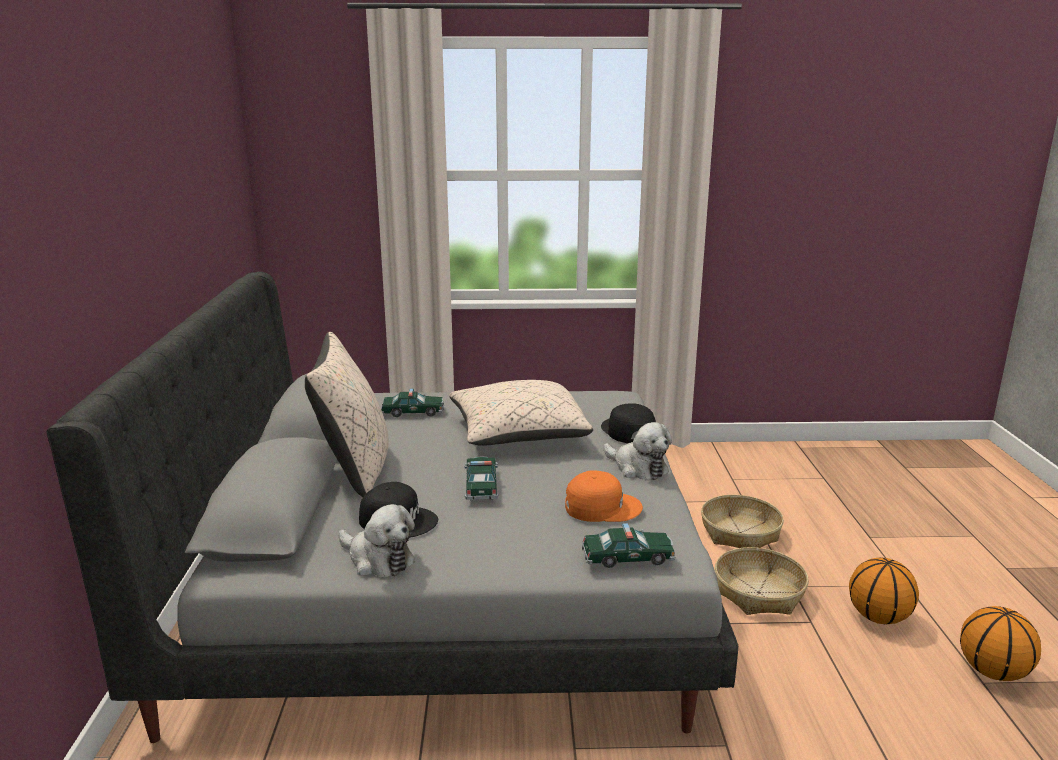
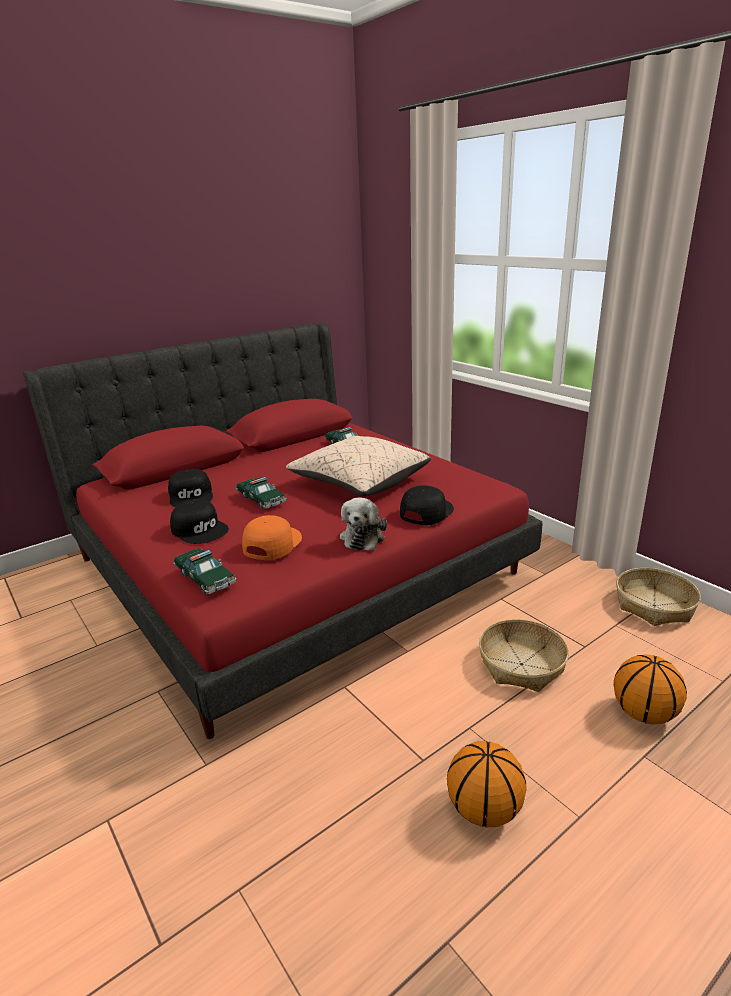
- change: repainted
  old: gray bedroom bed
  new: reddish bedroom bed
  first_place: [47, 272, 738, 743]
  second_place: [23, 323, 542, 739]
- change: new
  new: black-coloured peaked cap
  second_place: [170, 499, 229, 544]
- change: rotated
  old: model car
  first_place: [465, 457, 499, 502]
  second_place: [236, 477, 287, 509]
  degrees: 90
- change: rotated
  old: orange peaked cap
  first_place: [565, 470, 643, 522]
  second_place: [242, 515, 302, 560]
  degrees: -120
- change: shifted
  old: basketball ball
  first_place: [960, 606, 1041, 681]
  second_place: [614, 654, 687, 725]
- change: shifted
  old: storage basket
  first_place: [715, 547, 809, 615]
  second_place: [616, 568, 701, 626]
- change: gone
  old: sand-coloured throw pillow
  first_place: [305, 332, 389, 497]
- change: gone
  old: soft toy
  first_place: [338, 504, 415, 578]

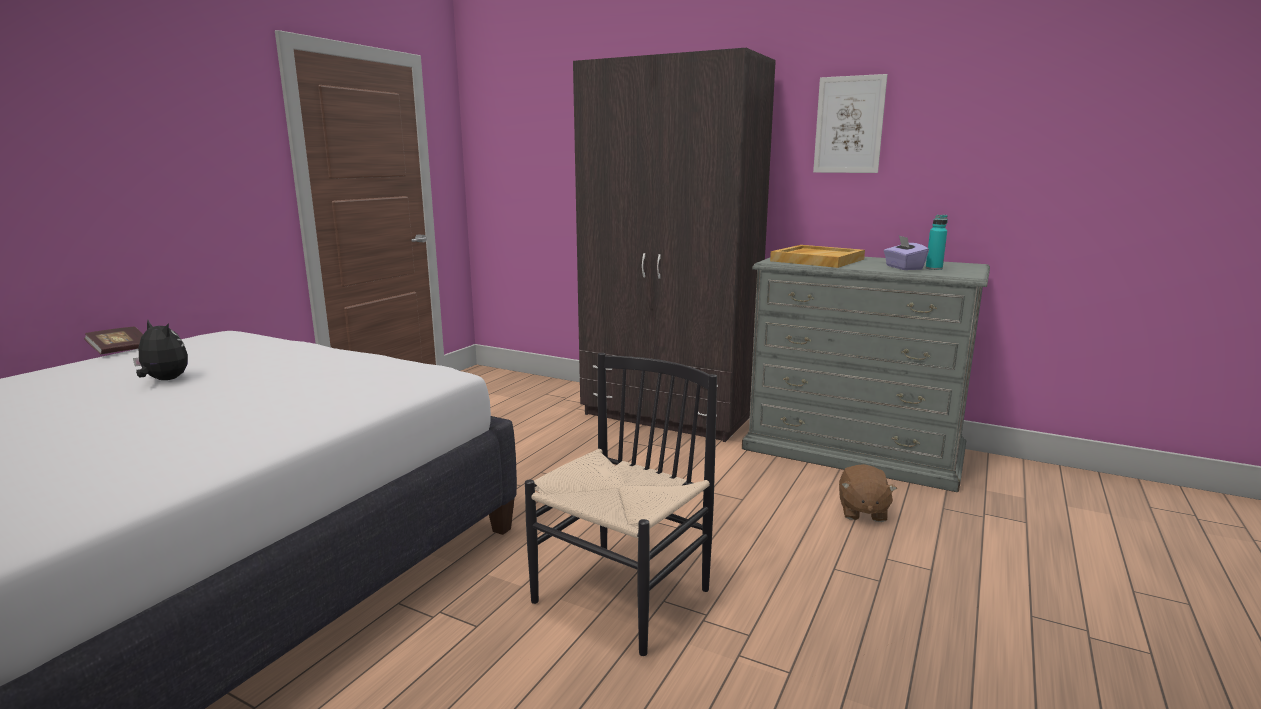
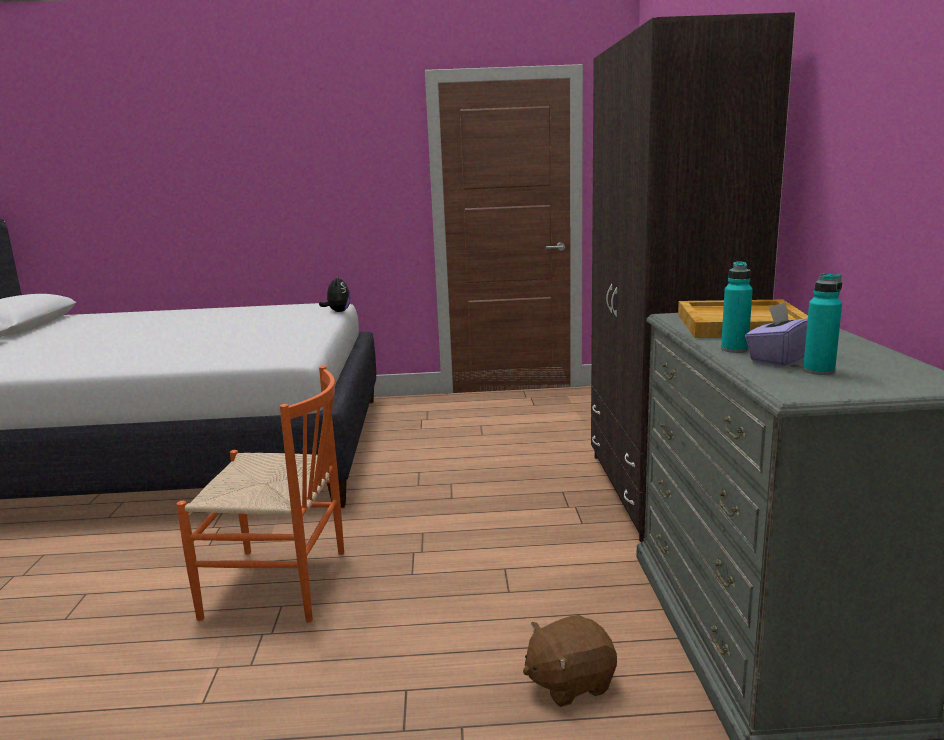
- change: repainted
  old: black-coloured chair
  new: orange chair
  first_place: [525, 353, 717, 656]
  second_place: [177, 366, 344, 623]
- change: shifted
  old: soft toy
  first_place: [133, 320, 188, 380]
  second_place: [319, 275, 351, 312]
- change: new
  new: blue-green drink bottle
  second_place: [721, 261, 753, 353]
- change: gone
  old: book
  first_place: [84, 326, 143, 354]
- change: gone
  old: wall art
  first_place: [813, 74, 888, 173]

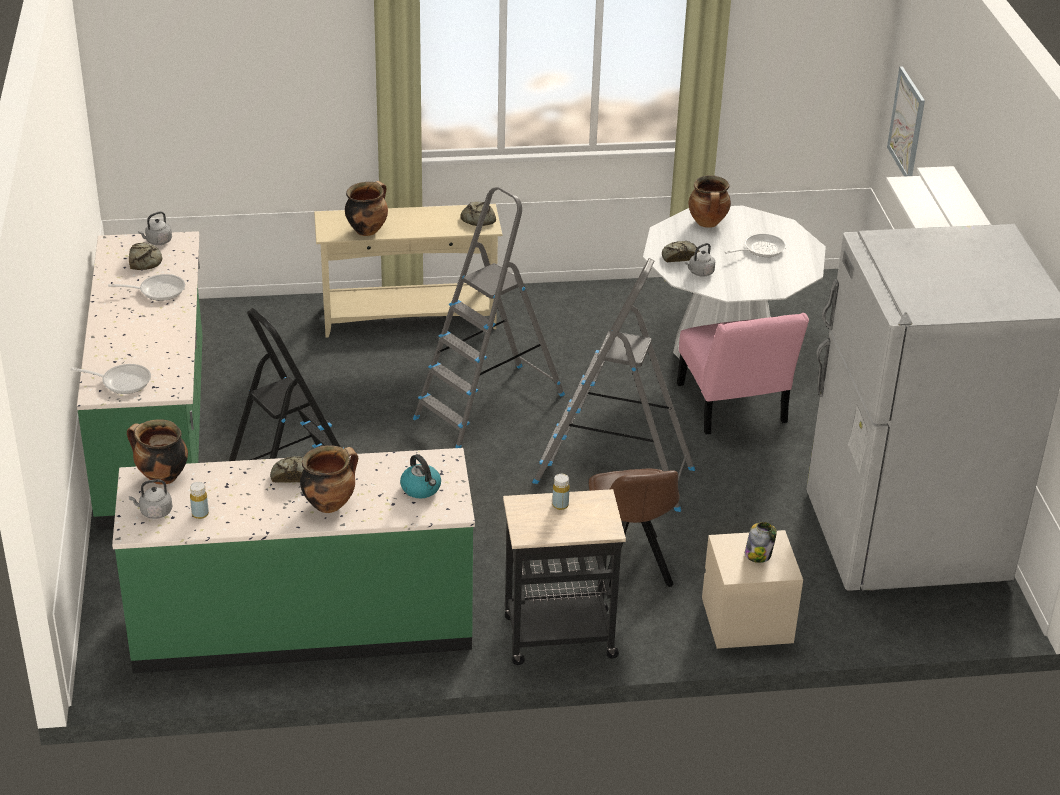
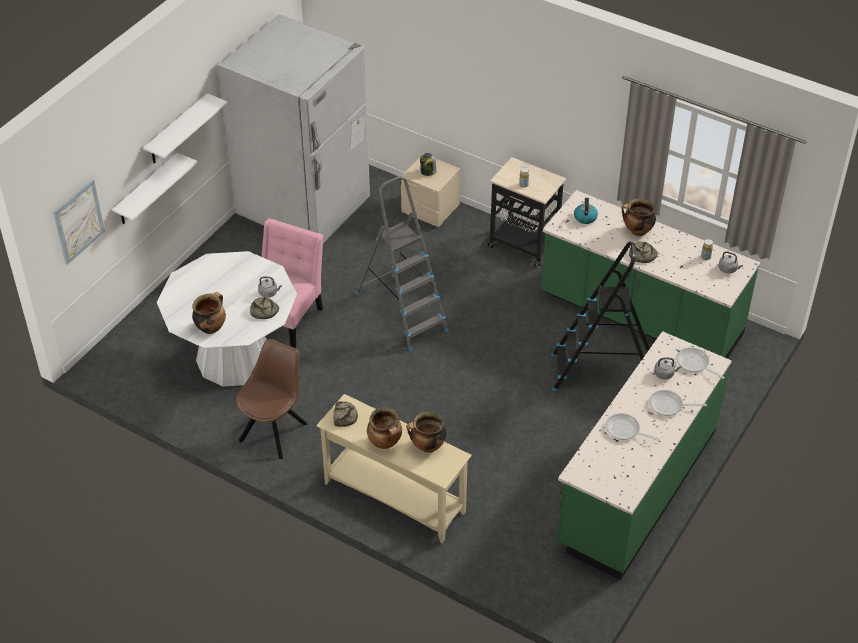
- change: shifted
  old: brown-coloured chair
  first_place: [589, 468, 680, 595]
  second_place: [236, 339, 307, 459]
- change: shifted
  old: cooking pot
  first_place: [127, 419, 188, 485]
  second_place: [367, 407, 402, 449]
- change: shifted
  old: frying pan
  first_place: [725, 233, 786, 257]
  second_place: [649, 390, 707, 416]
- change: shifted
  old: gray water kettle
  first_place: [138, 211, 172, 245]
  second_place: [654, 358, 682, 380]
- change: gone
  old: bread
  first_place: [129, 243, 162, 270]
- change: gone
  old: gray step ladder
  first_place: [413, 187, 565, 448]

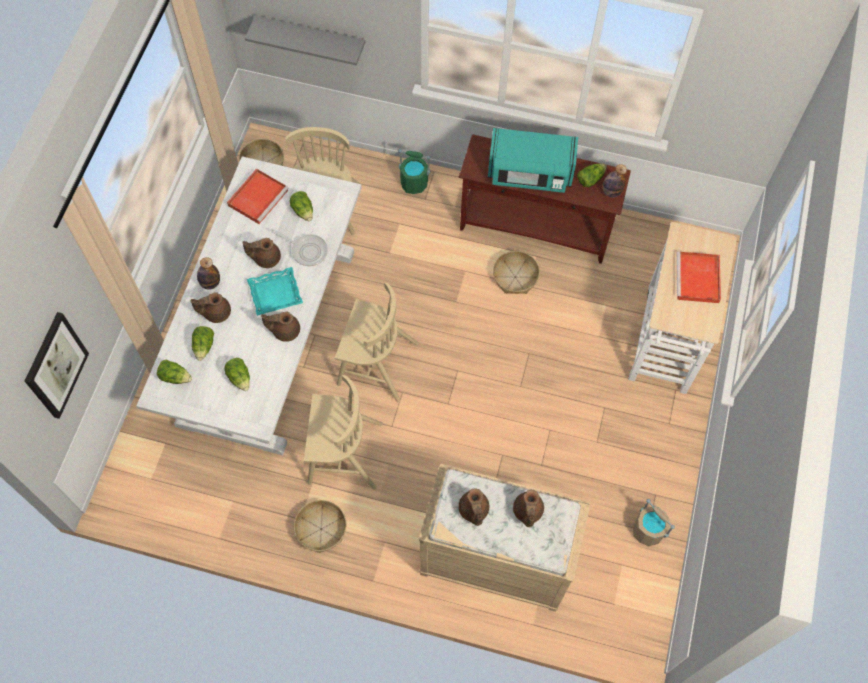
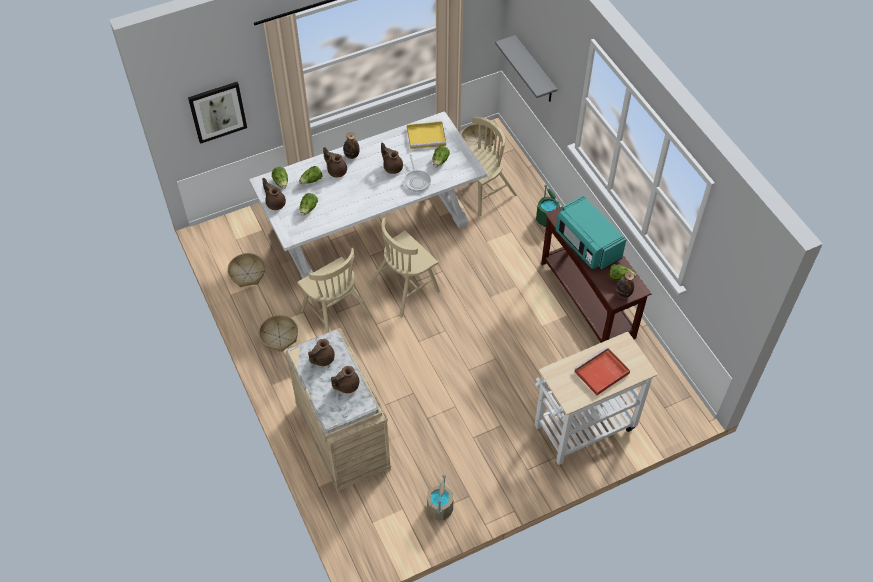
- change: shifted
  old: storage basket
  first_place: [493, 251, 540, 294]
  second_place: [227, 253, 265, 287]
- change: shifted
  old: brown-coloured tea pot
  first_place: [261, 311, 300, 342]
  second_place: [262, 178, 286, 210]
- change: rotated
  old: sand-coloured chair
  first_place: [335, 283, 419, 402]
  second_place: [368, 217, 440, 318]
  degrees: 75
- change: repainted
  old: reddish serving tray
  new: yellowish serving tray
  first_place: [227, 169, 289, 224]
  second_place: [407, 121, 446, 149]
- change: gone
  old: blue-green serving tray
  first_place: [247, 267, 303, 316]

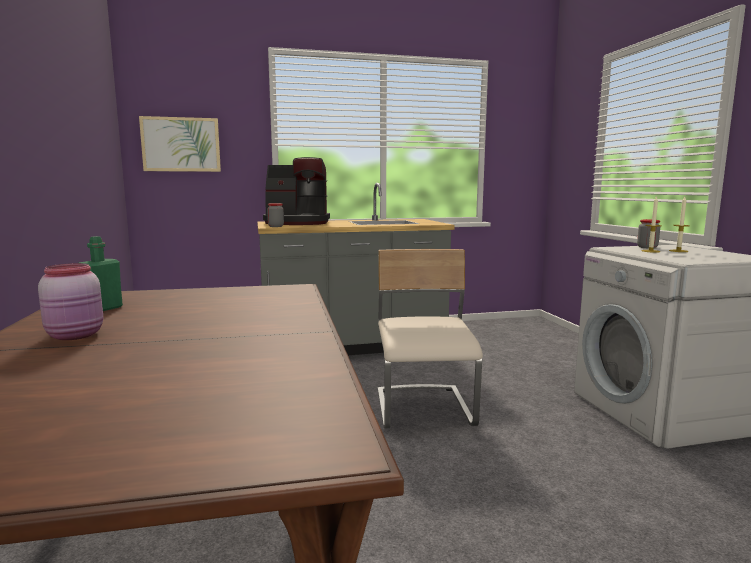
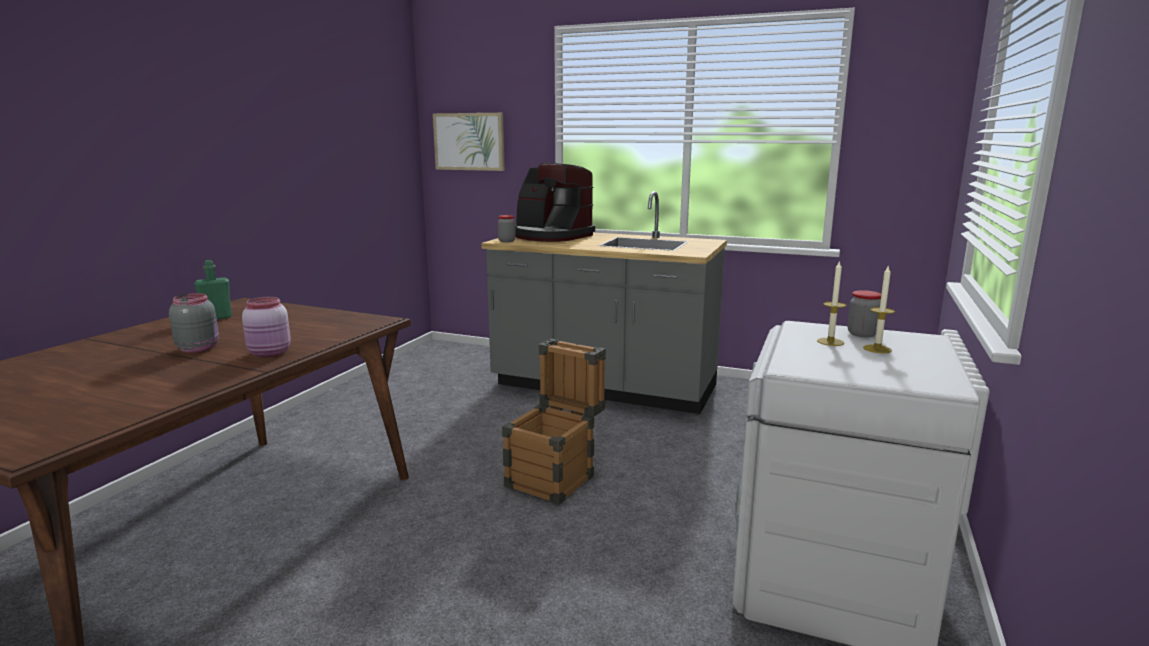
- change: new
  new: gray jar
  second_place: [169, 293, 219, 353]
- change: shifted
  old: pink-coloured jar
  first_place: [38, 263, 103, 340]
  second_place: [242, 297, 291, 357]
- change: swapped
  old: sand-coloured chair
  new: packing crate
  first_place: [378, 249, 483, 429]
  second_place: [502, 339, 606, 505]

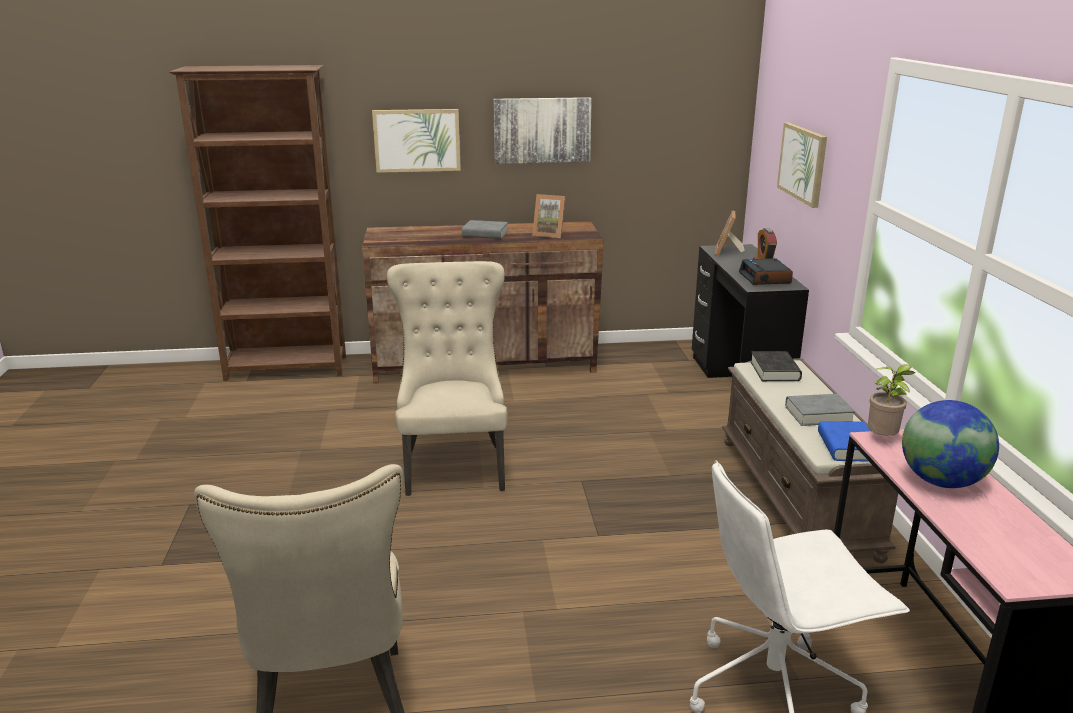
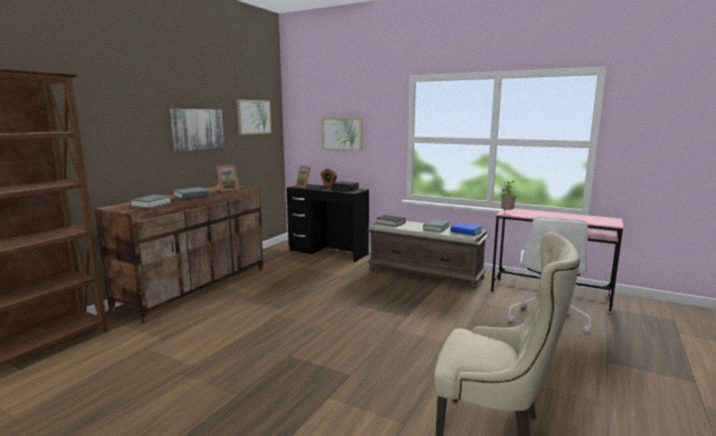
- change: new
  new: gray book
  second_place: [130, 195, 172, 209]
- change: shifted
  old: wall art
  first_place: [372, 109, 461, 173]
  second_place: [236, 100, 271, 135]
- change: gone
  old: sand-coloured chair
  first_place: [387, 261, 508, 496]
- change: gone
  old: desk globe
  first_place: [902, 400, 999, 488]

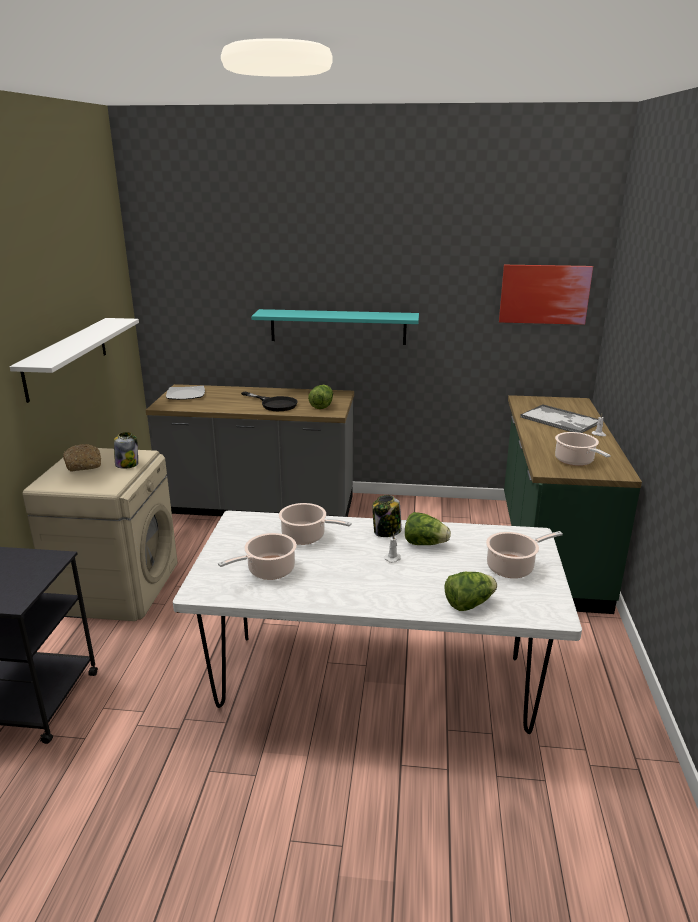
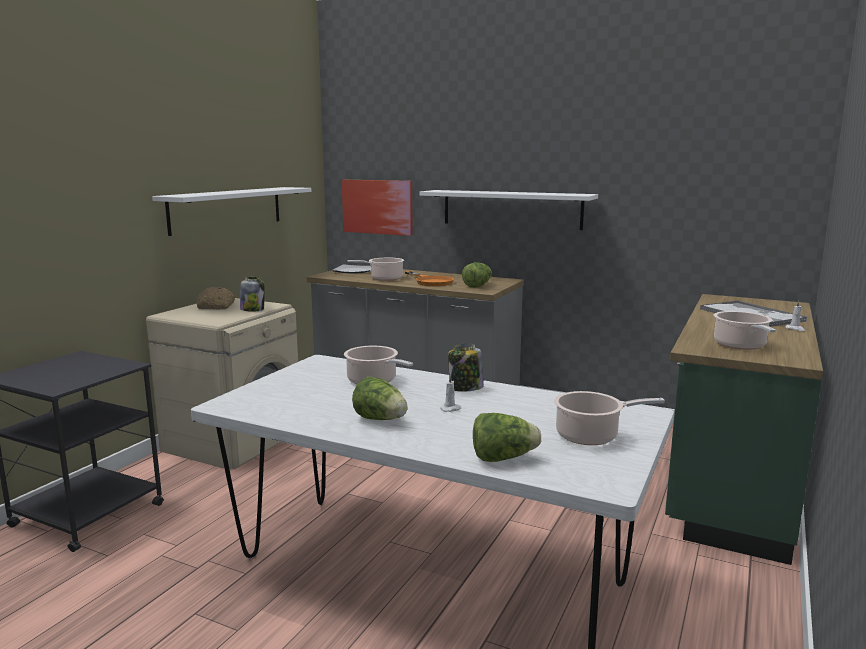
- change: shifted
  old: wall art
  first_place: [499, 265, 593, 325]
  second_place: [342, 180, 413, 236]
- change: shifted
  old: cooking pot
  first_place: [218, 533, 297, 580]
  second_place: [348, 258, 404, 281]
- change: shifted
  old: lettuce
  first_place: [405, 512, 451, 545]
  second_place: [352, 377, 408, 420]
- change: repainted
  old: black-coloured frying pan
  new: orange frying pan
  first_place: [241, 392, 298, 411]
  second_place: [405, 271, 454, 286]
- change: repainted
  old: blue-green wall shelf
  new: white wall shelf
  first_place: [251, 309, 419, 345]
  second_place: [420, 190, 598, 230]

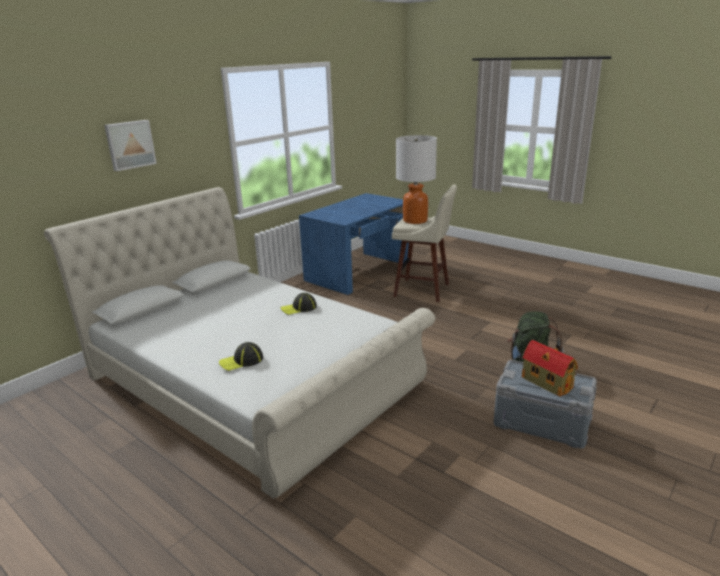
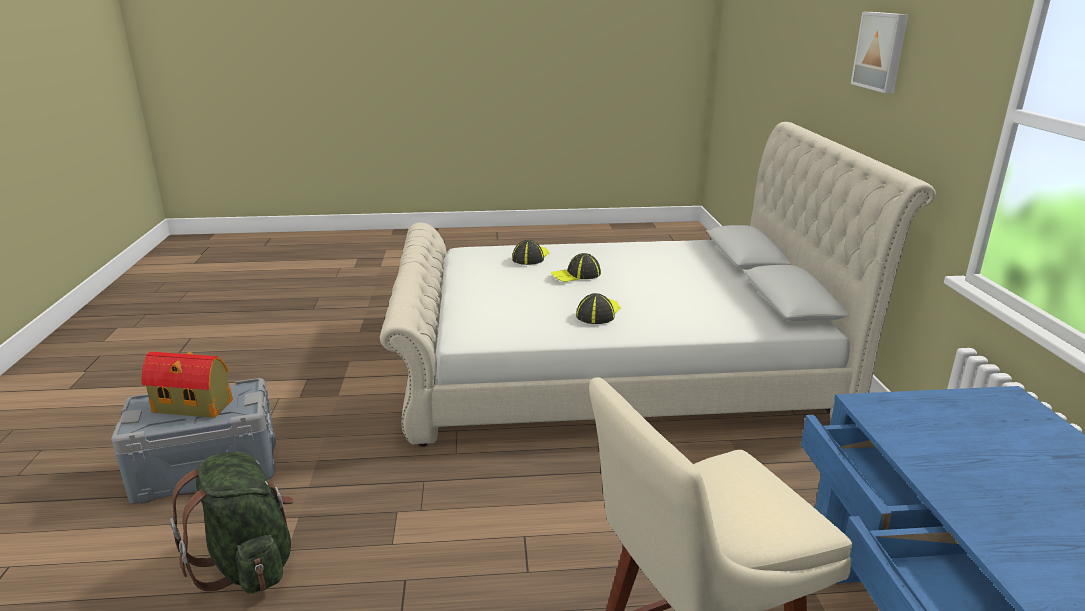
- change: new
  new: peaked cap
  second_place: [551, 253, 601, 282]
- change: gone
  old: tabletop lamp
  first_place: [396, 135, 437, 224]

